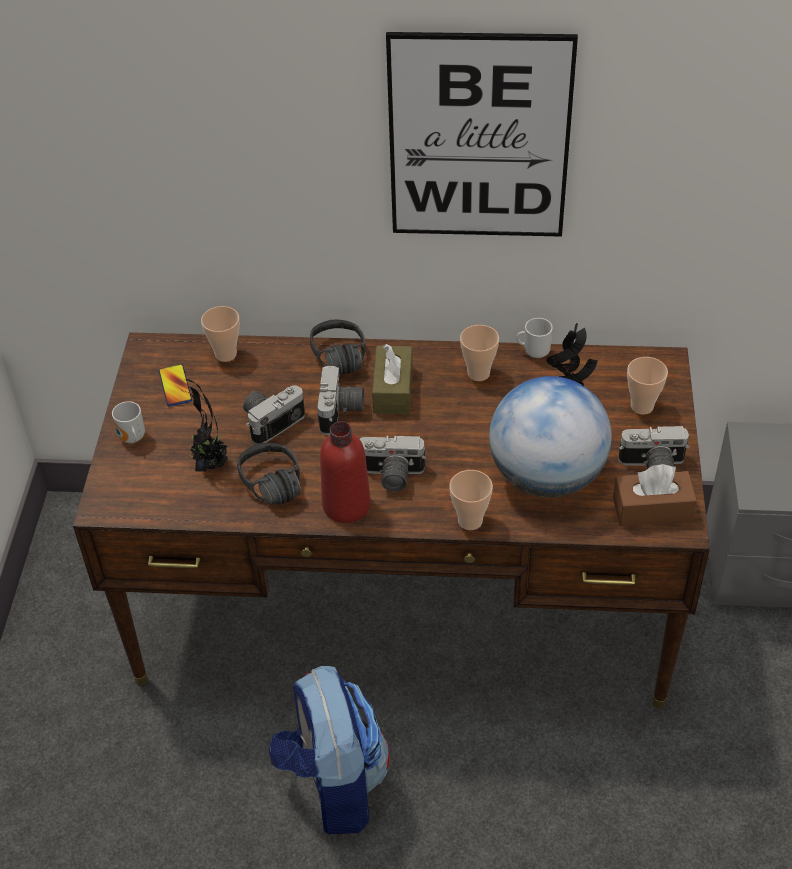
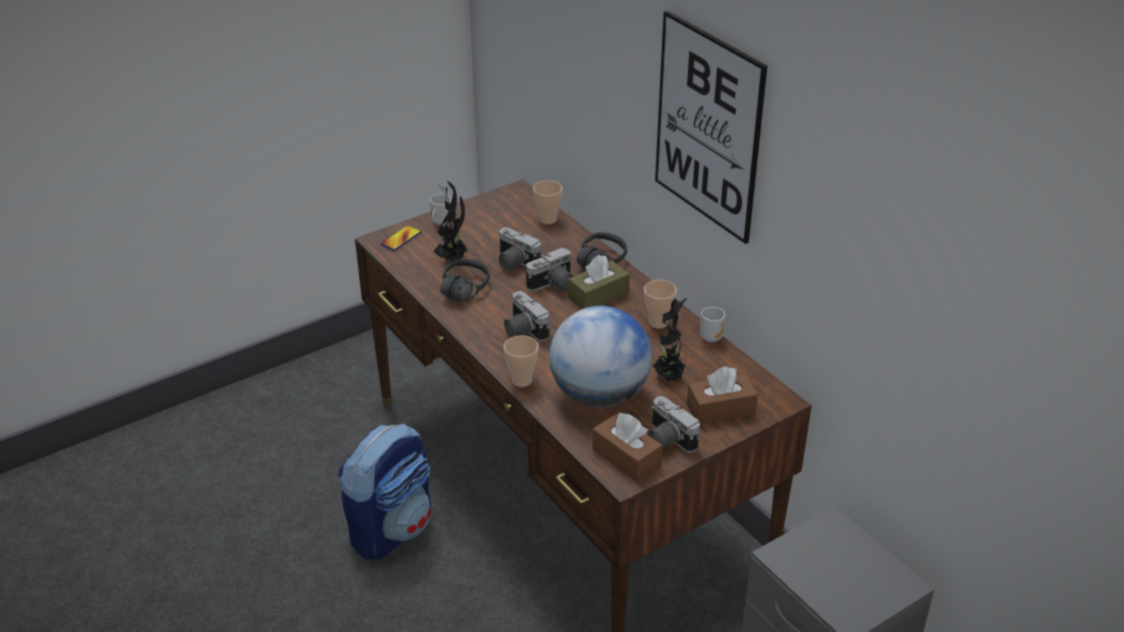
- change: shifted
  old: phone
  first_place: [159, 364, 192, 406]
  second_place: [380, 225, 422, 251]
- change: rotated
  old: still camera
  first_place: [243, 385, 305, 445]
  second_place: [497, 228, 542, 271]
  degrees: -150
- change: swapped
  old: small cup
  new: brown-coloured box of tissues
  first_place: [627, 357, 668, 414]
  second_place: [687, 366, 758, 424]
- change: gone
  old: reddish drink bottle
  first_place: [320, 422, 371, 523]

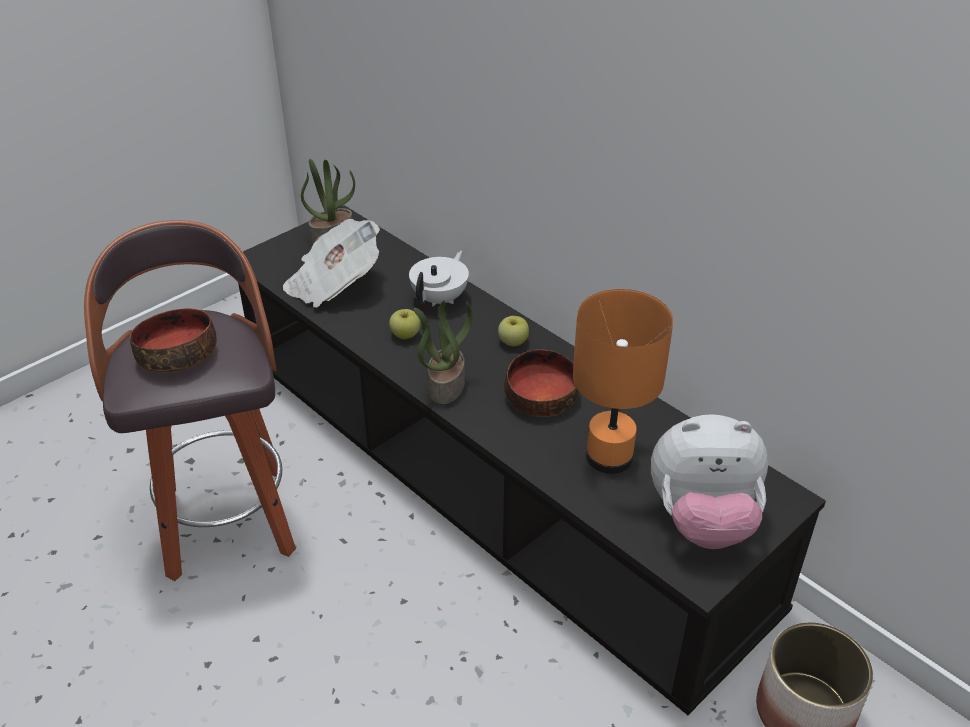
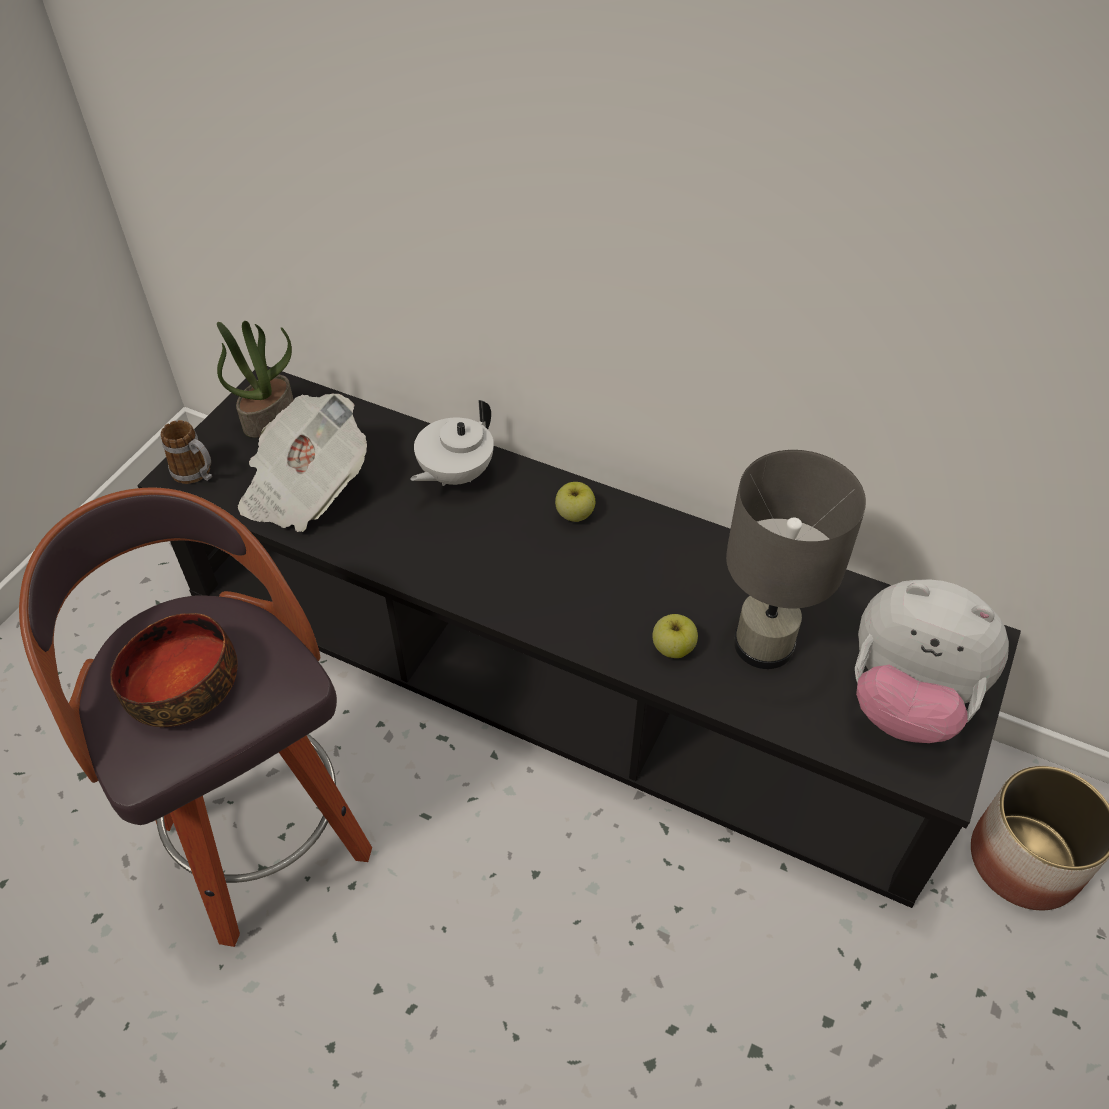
- change: new
  new: coffee mug
  second_place: [161, 420, 212, 484]
- change: rotated
  old: white tea pot
  first_place: [409, 250, 469, 307]
  second_place: [410, 400, 494, 486]
  degrees: -150
- change: shifted
  old: apple fruit
  first_place: [389, 309, 421, 339]
  second_place: [653, 614, 698, 658]
- change: repainted
  old: orange tabletop lamp
  new: gray tabletop lamp
  first_place: [573, 289, 673, 474]
  second_place: [726, 450, 866, 669]
- change: rotated
  old: soft toy
  first_place: [651, 414, 768, 549]
  second_place: [855, 579, 1009, 743]
  degrees: 45
- change: gone
  old: potted plant
  first_place: [414, 301, 473, 404]
- change: gone
  old: serving bowl
  first_place: [504, 349, 578, 417]

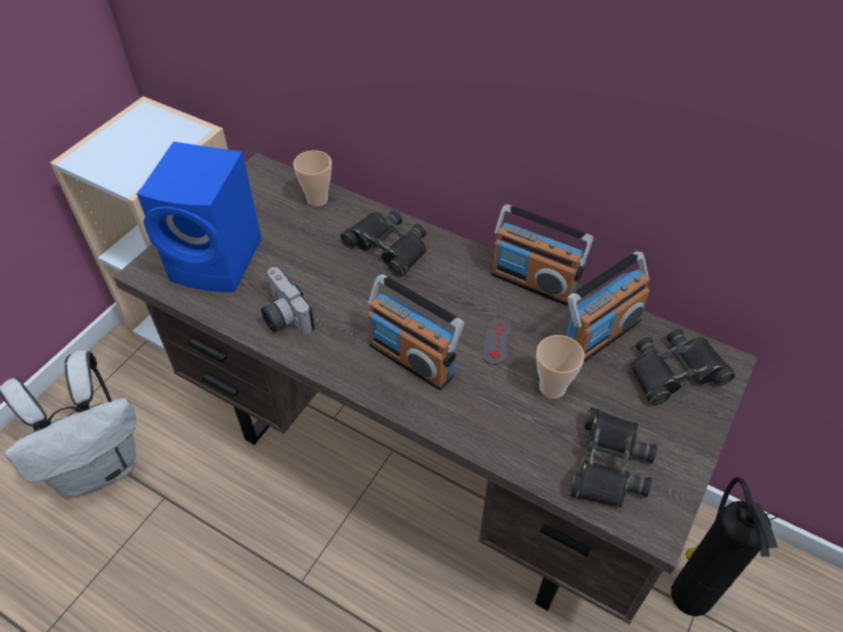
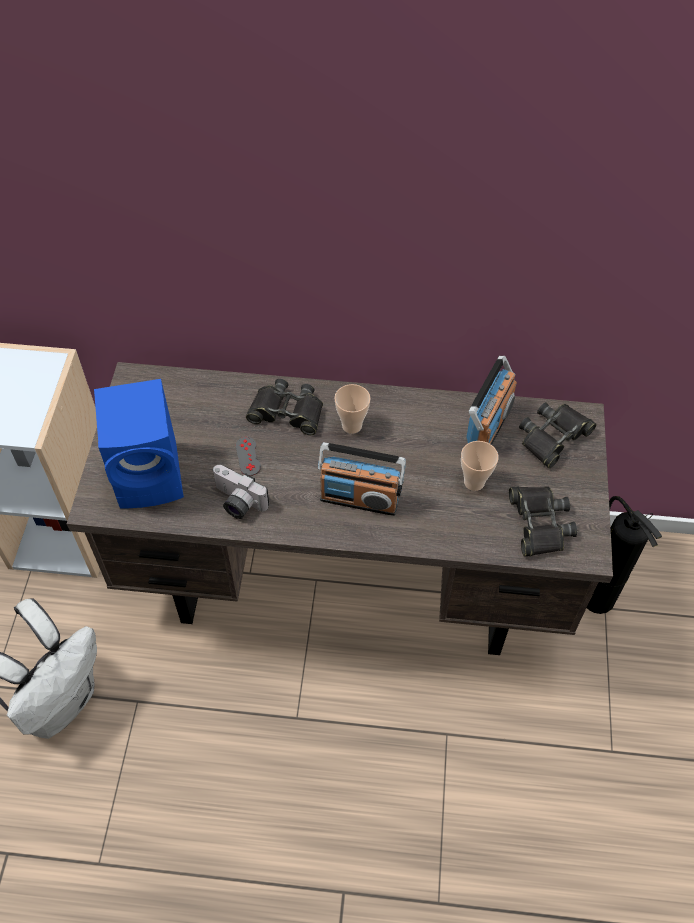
- change: shifted
  old: gray joypad
  first_place: [482, 319, 512, 365]
  second_place: [236, 437, 261, 476]
- change: shifted
  old: small cup
  first_place: [293, 150, 332, 206]
  second_place: [334, 384, 371, 434]
- change: gone
  old: radio set
  first_place: [491, 204, 593, 306]

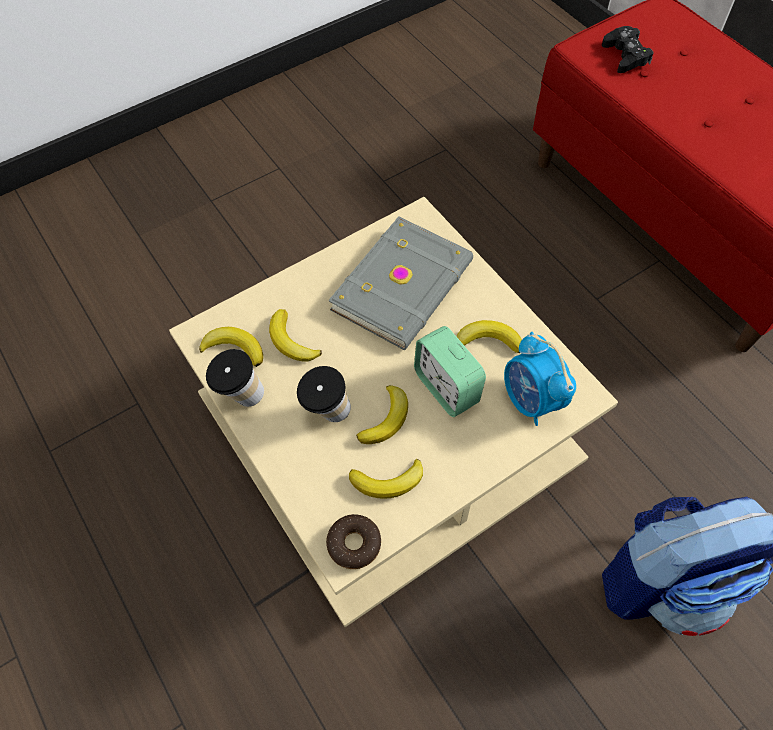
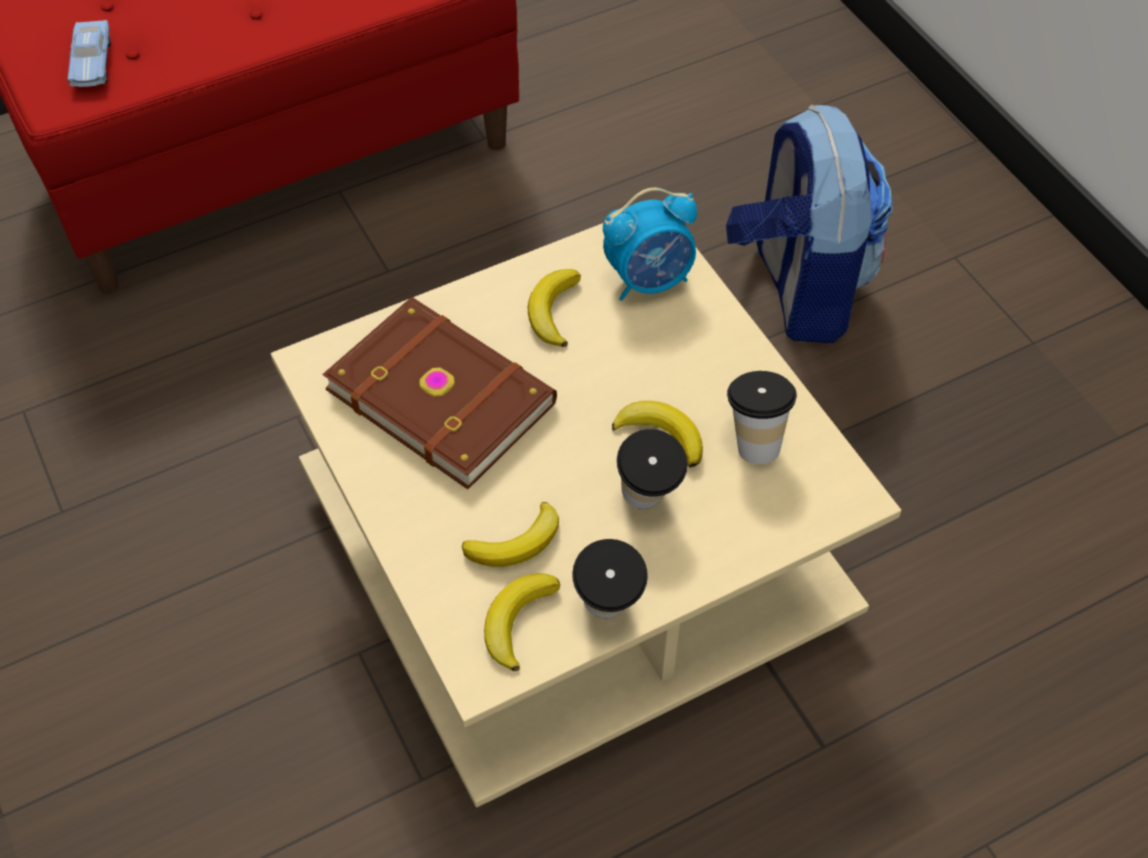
- change: swapped
  old: black-coloured joypad
  new: blue-coloured model car
  first_place: [602, 26, 654, 73]
  second_place: [67, 20, 111, 87]
- change: repainted
  old: gray book
  new: brown-coloured book
  first_place: [328, 216, 473, 350]
  second_place: [322, 297, 557, 489]
- change: swapped
  old: whole banana
  new: small cup
  first_place: [349, 458, 423, 499]
  second_place: [727, 371, 797, 464]
- change: gone
  old: donut
  first_place: [326, 514, 381, 569]
- change: gone
  old: alarm clock
  first_place: [414, 326, 486, 417]

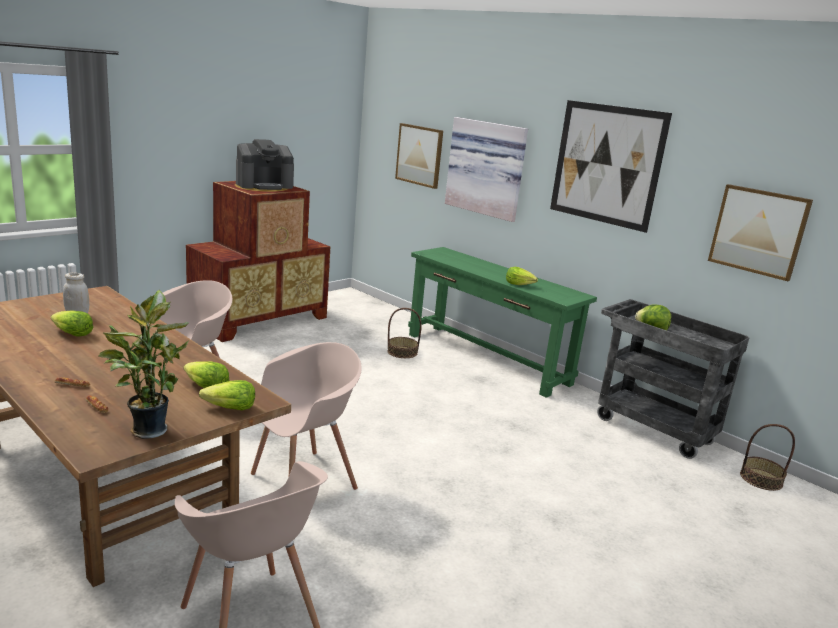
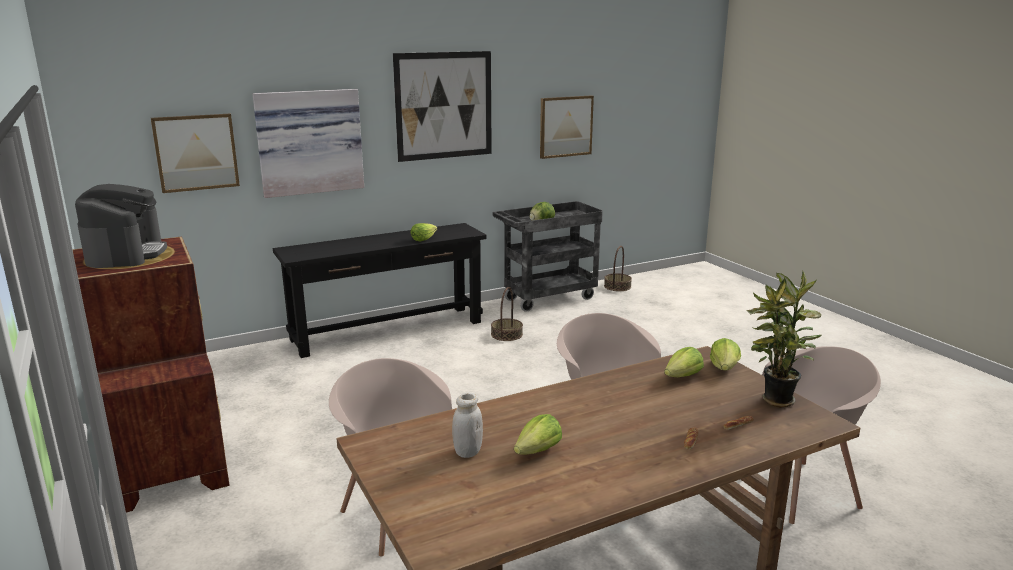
- change: repainted
  old: greenish narrow table
  new: black-coloured narrow table
  first_place: [408, 247, 597, 398]
  second_place: [273, 223, 486, 358]
- change: shifted
  old: storage basket
  first_place: [387, 308, 422, 358]
  second_place: [491, 287, 523, 341]

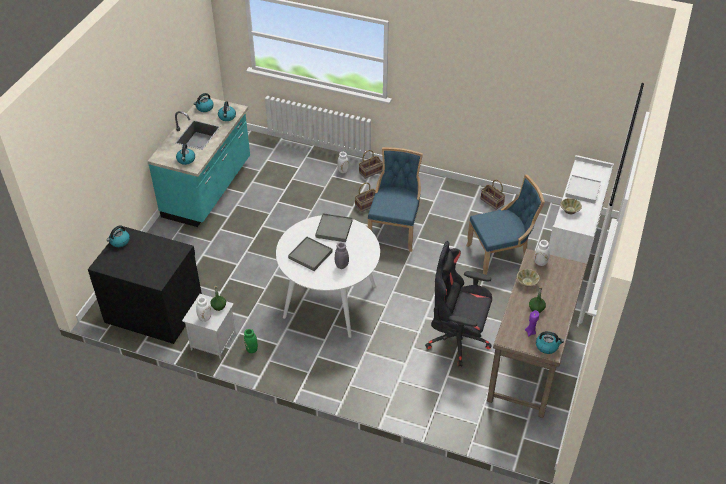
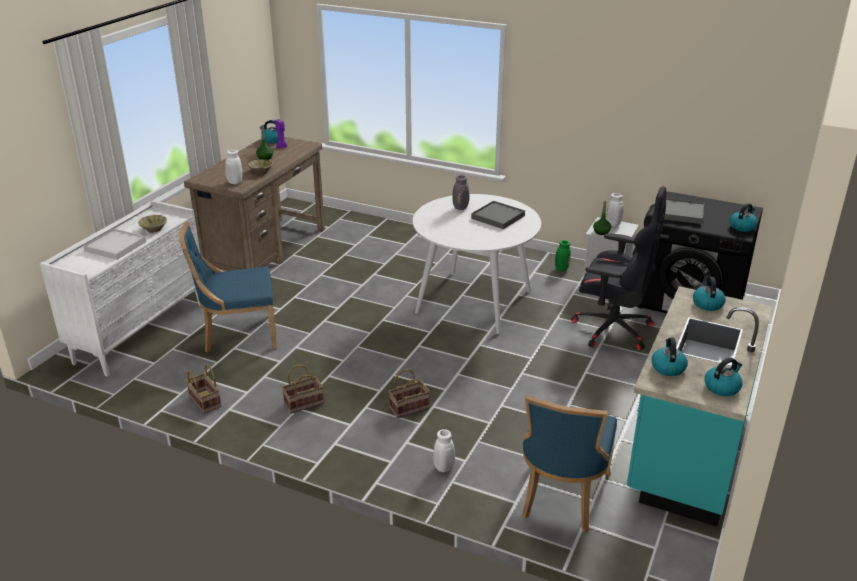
- change: shifted
  old: storage basket
  first_place: [359, 150, 383, 179]
  second_place: [282, 365, 324, 414]
- change: shifted
  old: blue-coloured chair
  first_place: [368, 147, 423, 252]
  second_place: [522, 395, 617, 533]
- change: shifted
  old: black-coloured computer chair
  first_place: [425, 241, 492, 366]
  second_place: [571, 186, 666, 350]
- change: shifted
  old: gray serving tray
  first_place: [315, 213, 352, 242]
  second_place: [664, 198, 704, 224]

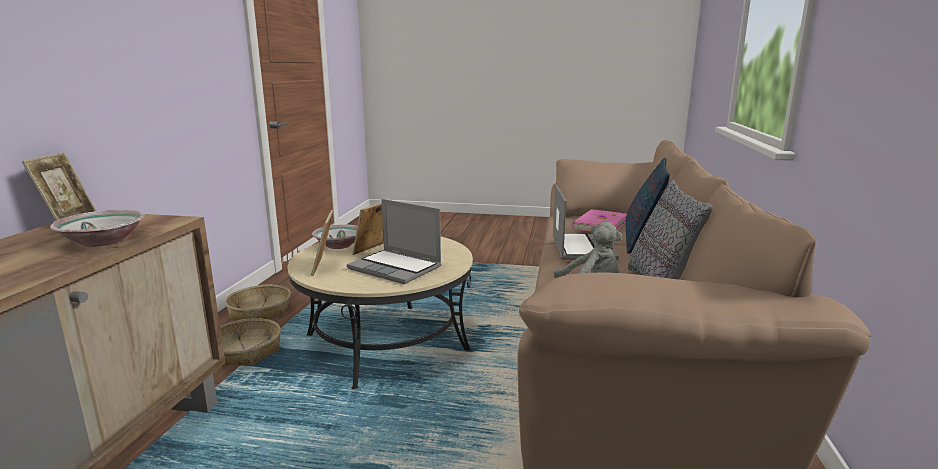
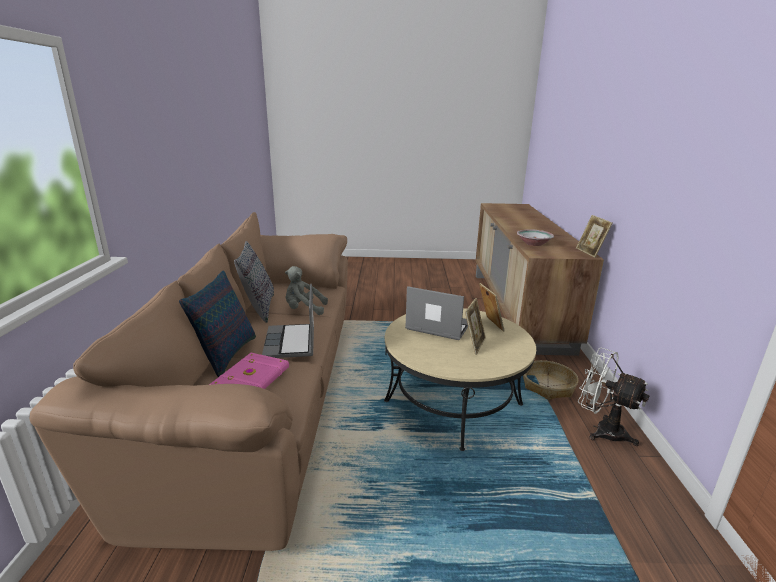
- change: swapped
  old: storage basket
  new: white fan
  first_place: [225, 285, 291, 320]
  second_place: [578, 348, 649, 446]
- change: gone
  old: serving bowl
  first_place: [312, 225, 357, 249]

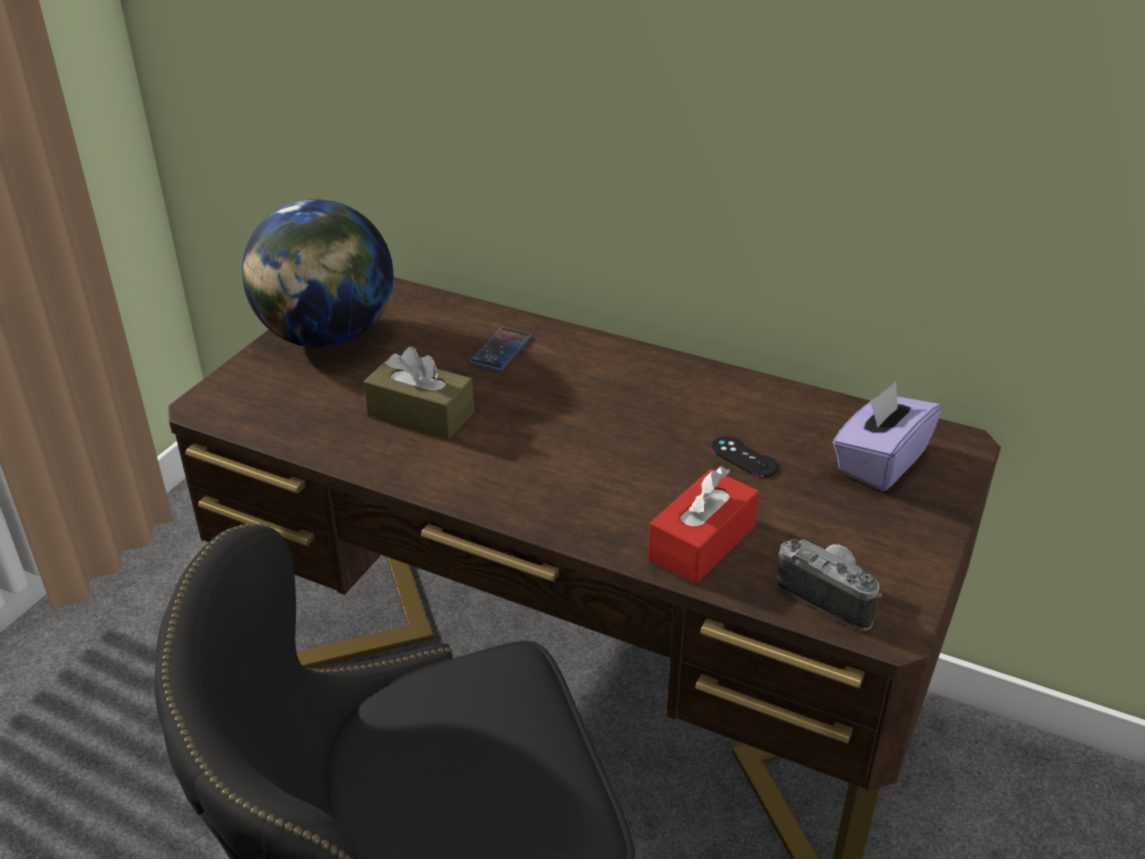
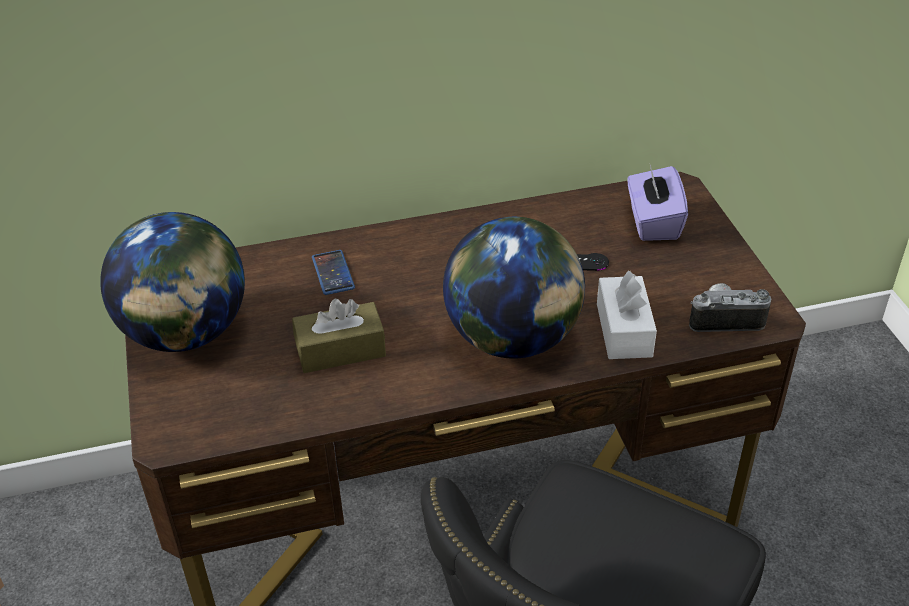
- change: new
  new: desk globe
  second_place: [443, 217, 585, 359]
- change: repainted
  old: reddish box of tissues
  new: white box of tissues
  first_place: [648, 466, 759, 584]
  second_place: [597, 270, 657, 359]

